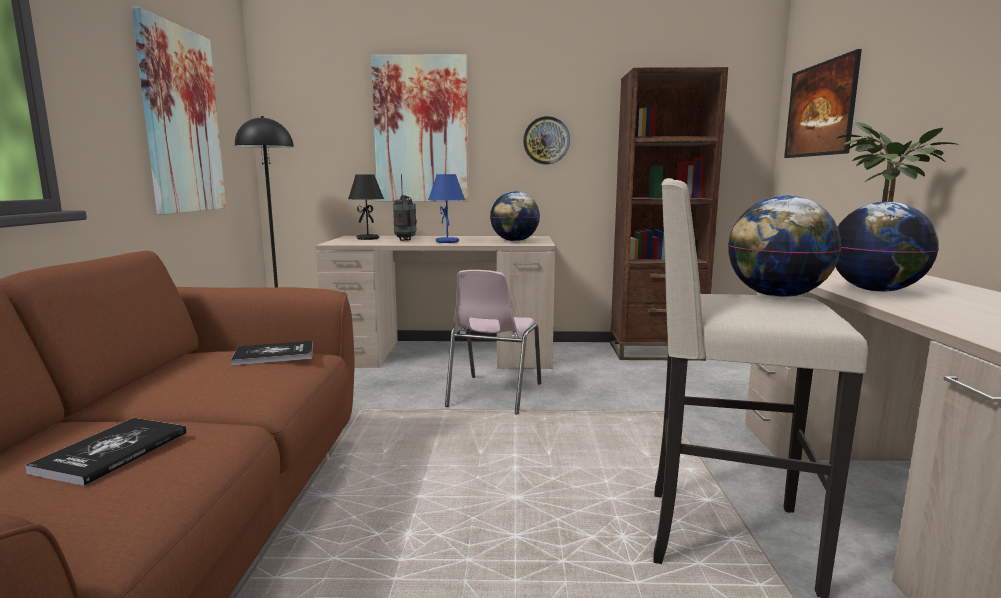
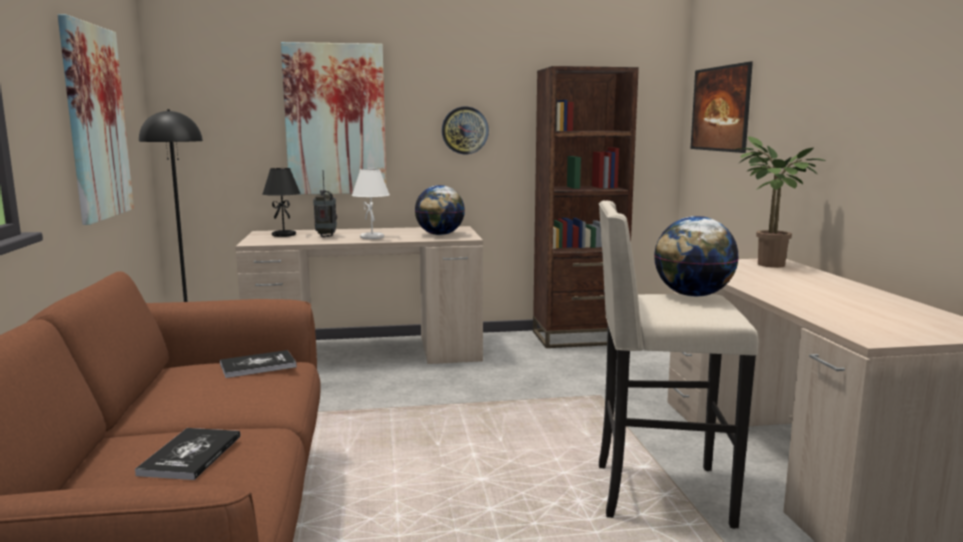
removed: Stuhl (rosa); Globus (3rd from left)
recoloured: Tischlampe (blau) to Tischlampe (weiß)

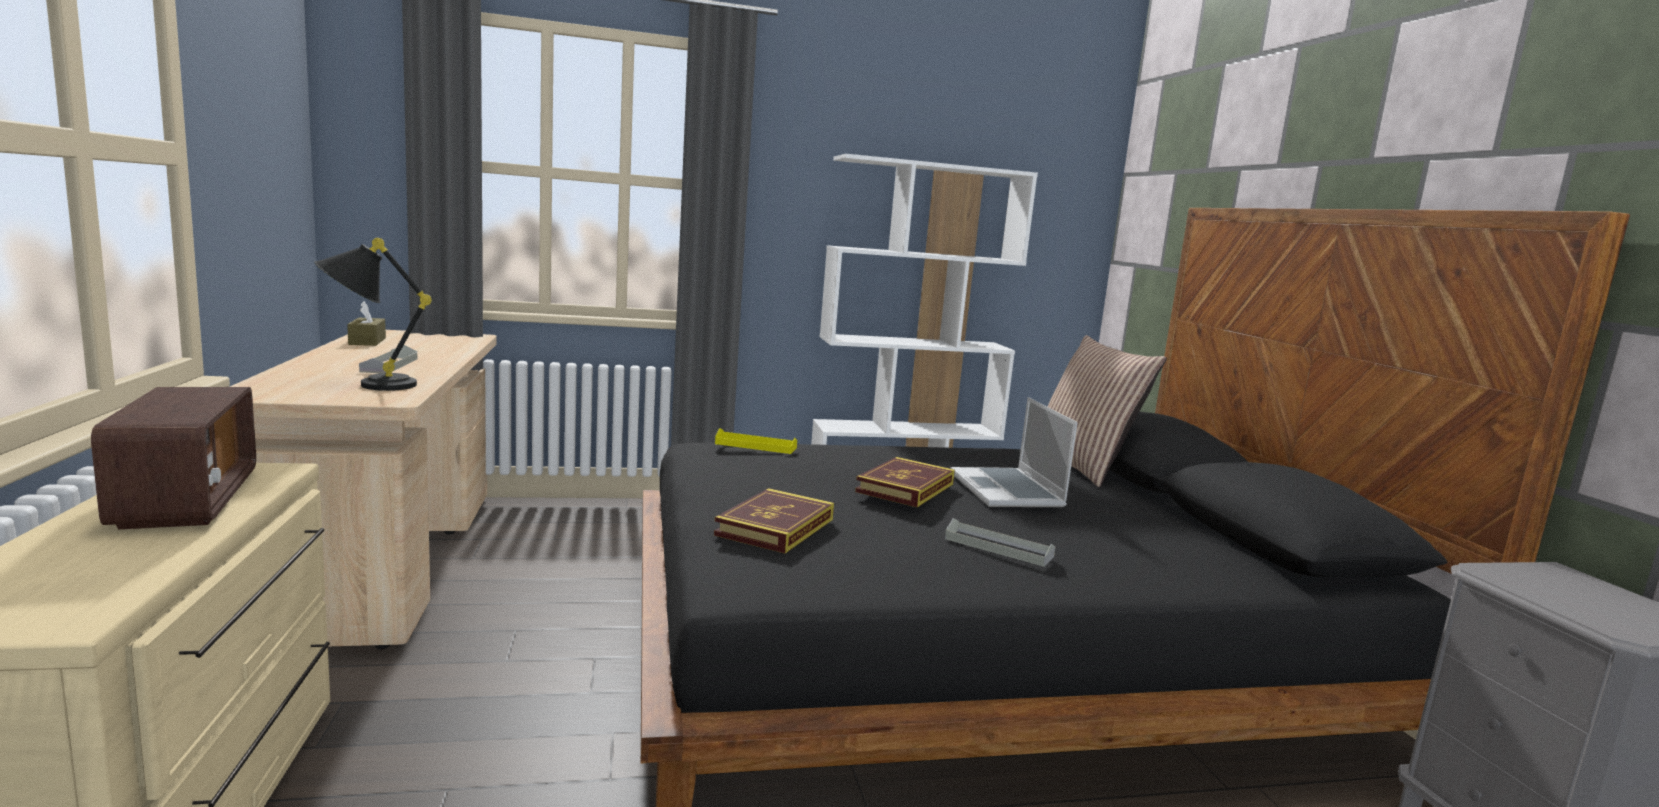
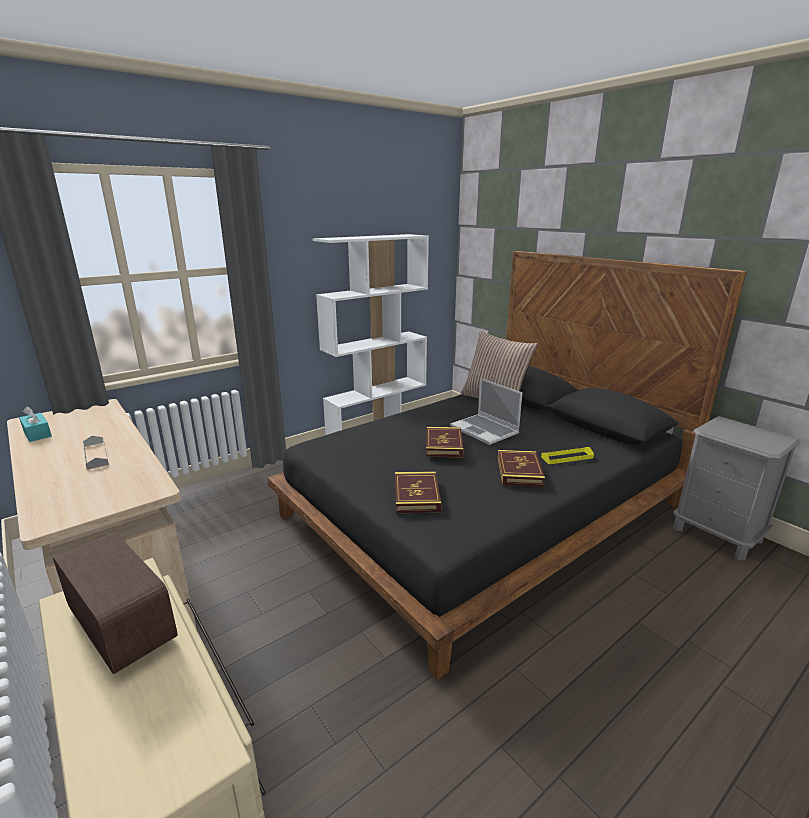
removed: Tischlampe (schwarz)
moved: Tablett (gelb)
replaced: Tablett (grau) (2nd from left) to Buch (3rd from left)
recoloured: Taschentuchbox (braun) to Taschentuchbox (türkis)

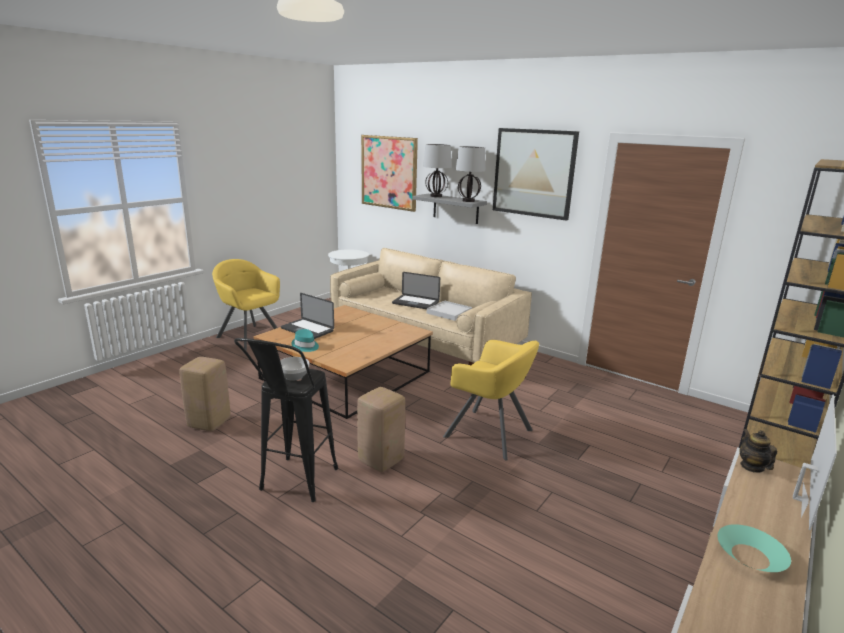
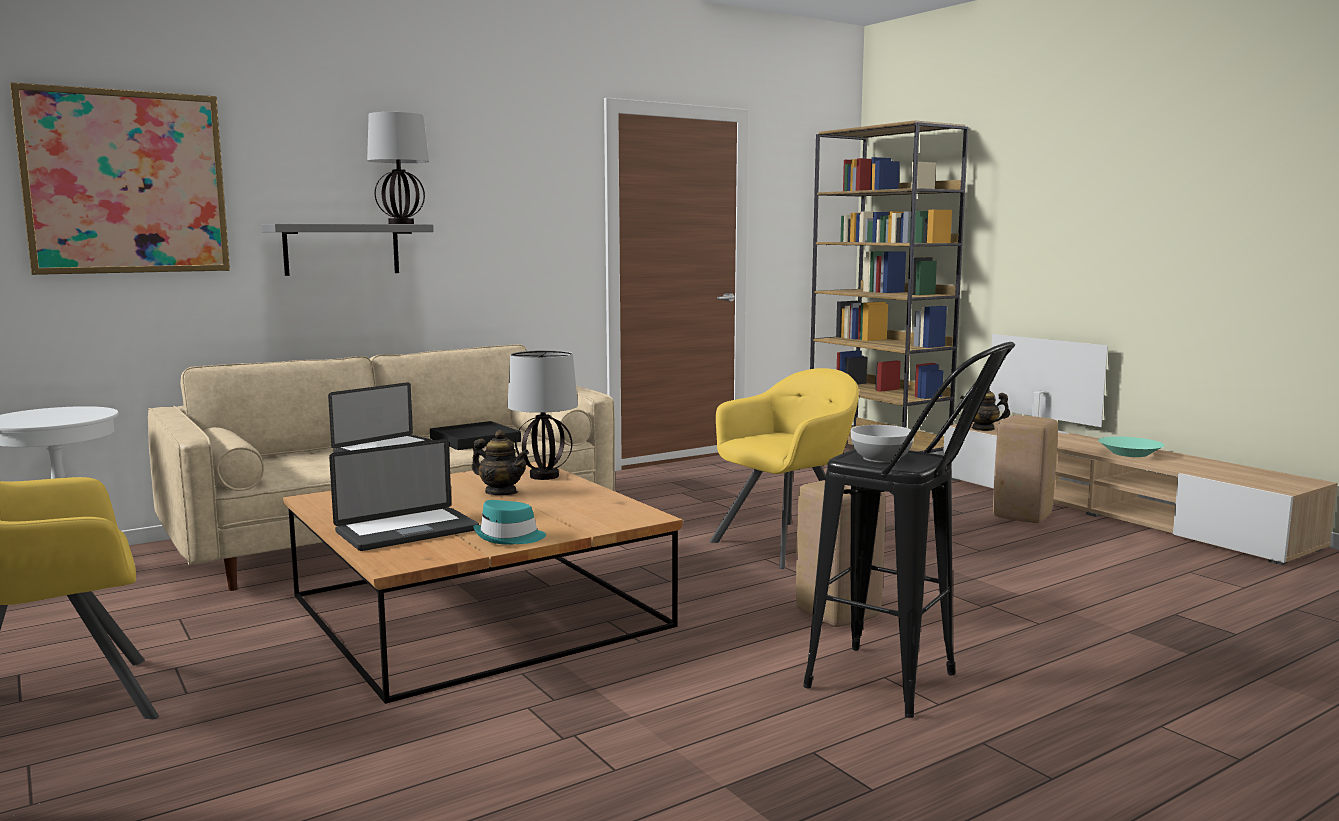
removed: Bild (2nd from left)
added: Teekanne (1st from left)
moved: Hocker (beige) (1st from left in the first image) to Hocker (beige) (2nd from left); Tischlampe (1st from left in the first image) to Tischlampe (2nd from left)
recoloured: Tablett (weiß) to Tablett (schwarz)

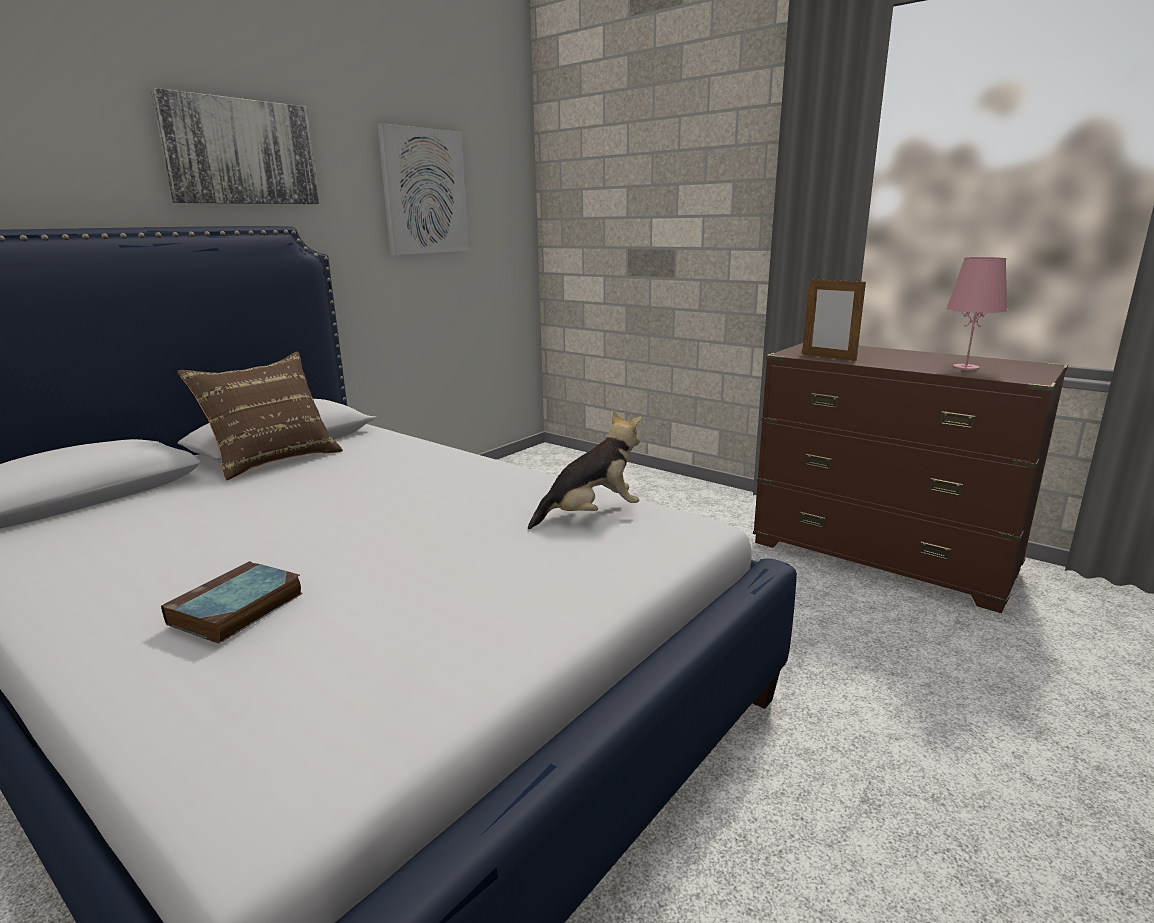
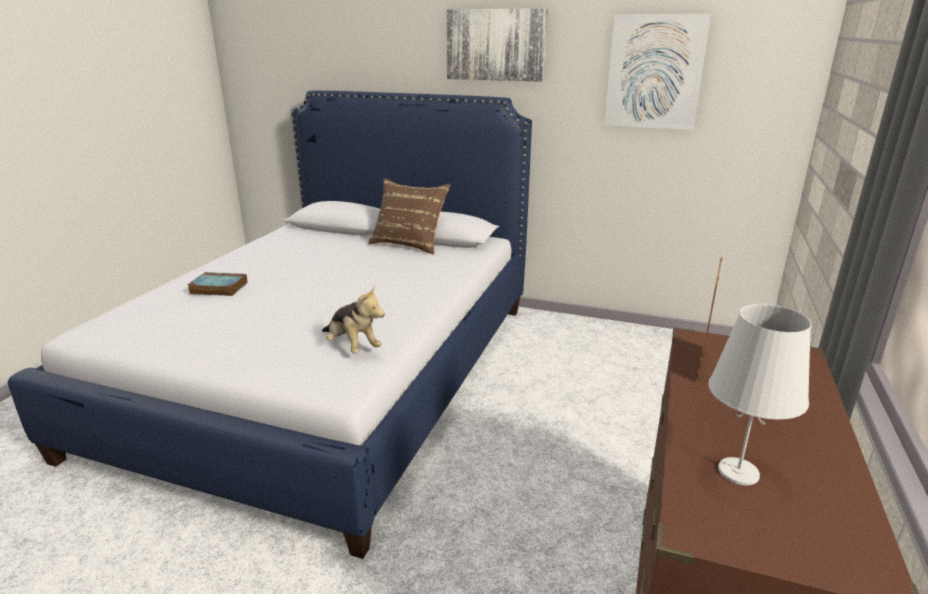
recoloured: Tischlampe (rosa) to Tischlampe (weiß)

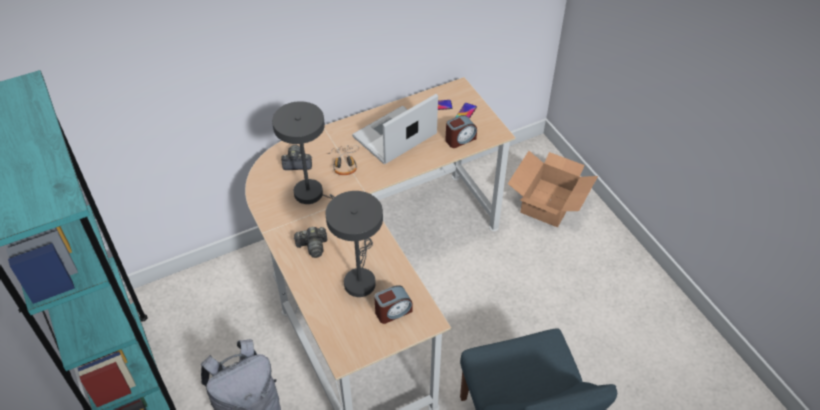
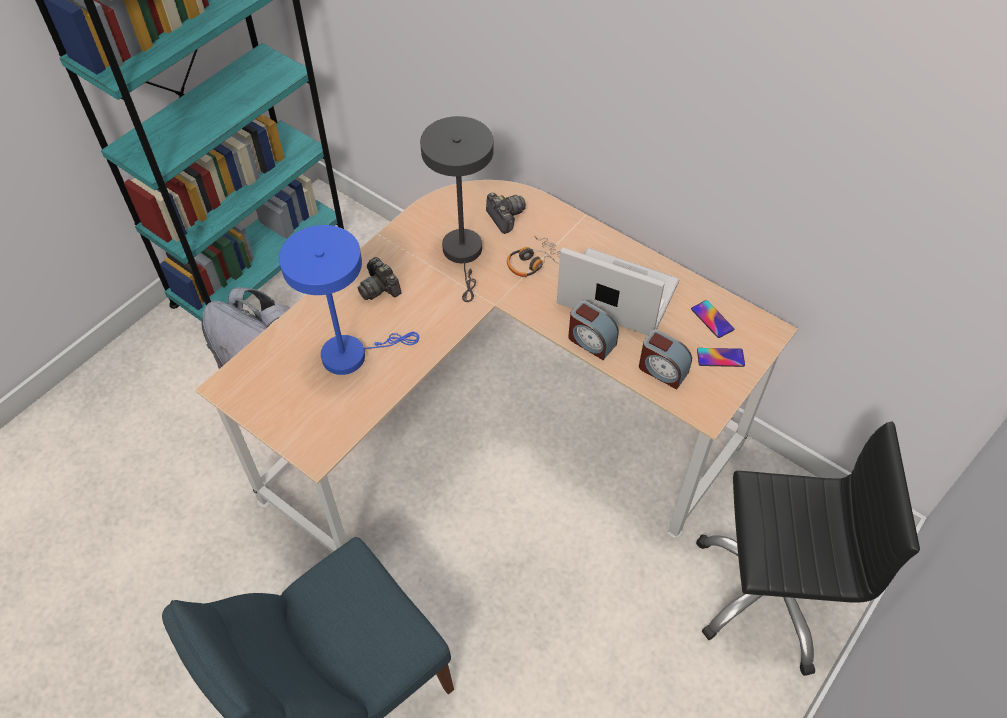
moved: Wecker (1st from left)
replaced: Karton to Bürostuhl (schwarz)
recoloured: Tischlampe (grau) (2nd from left) to Tischlampe (blau)

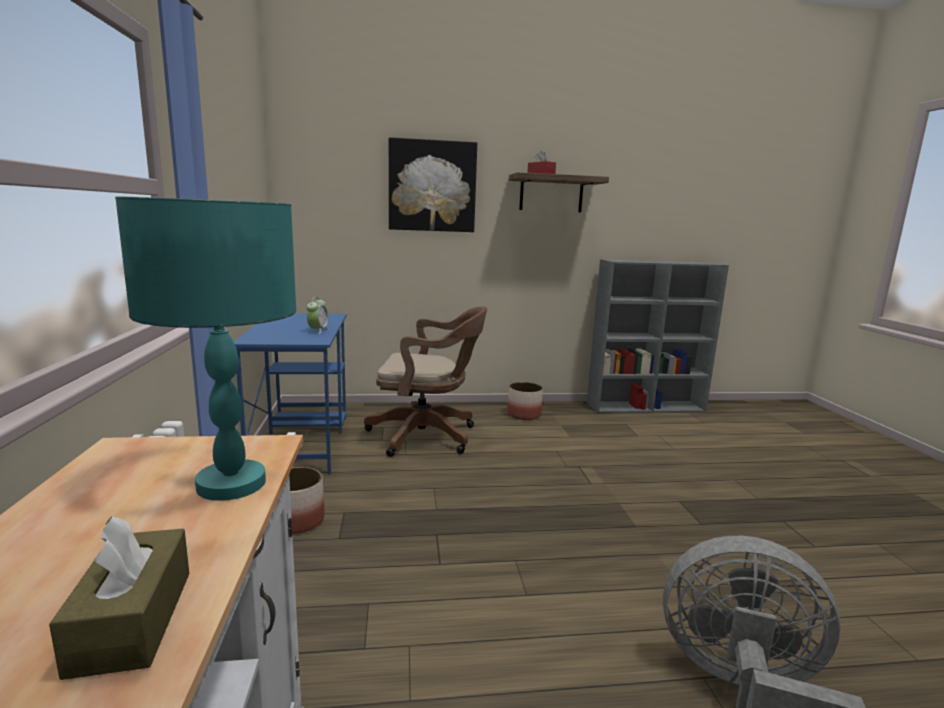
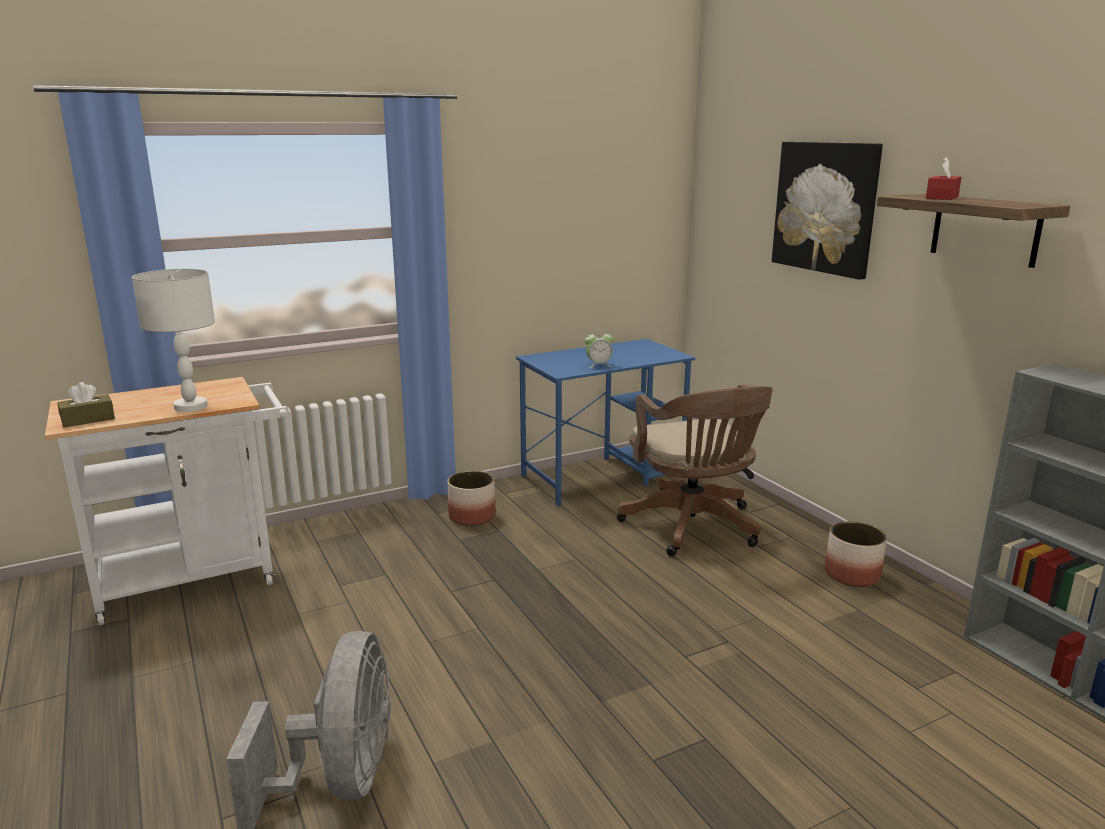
recoloured: Tischlampe (türkis) to Tischlampe (weiß)

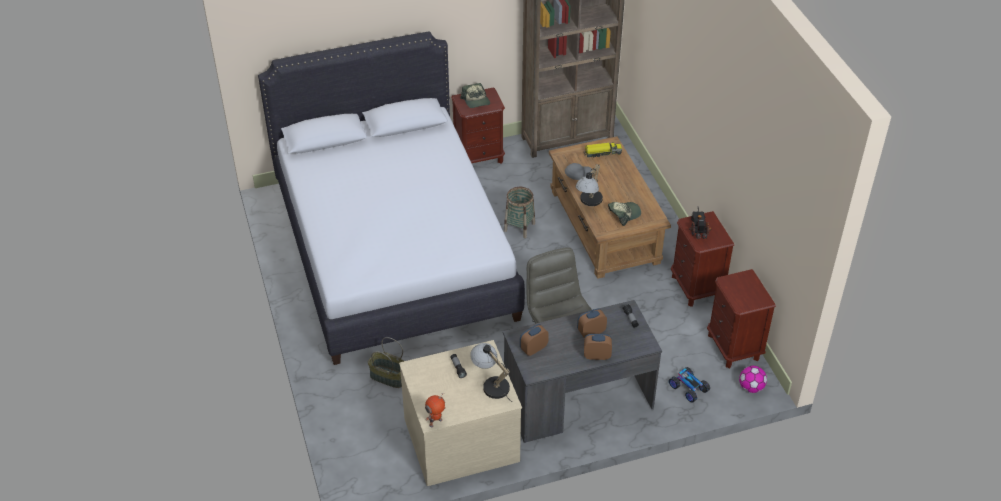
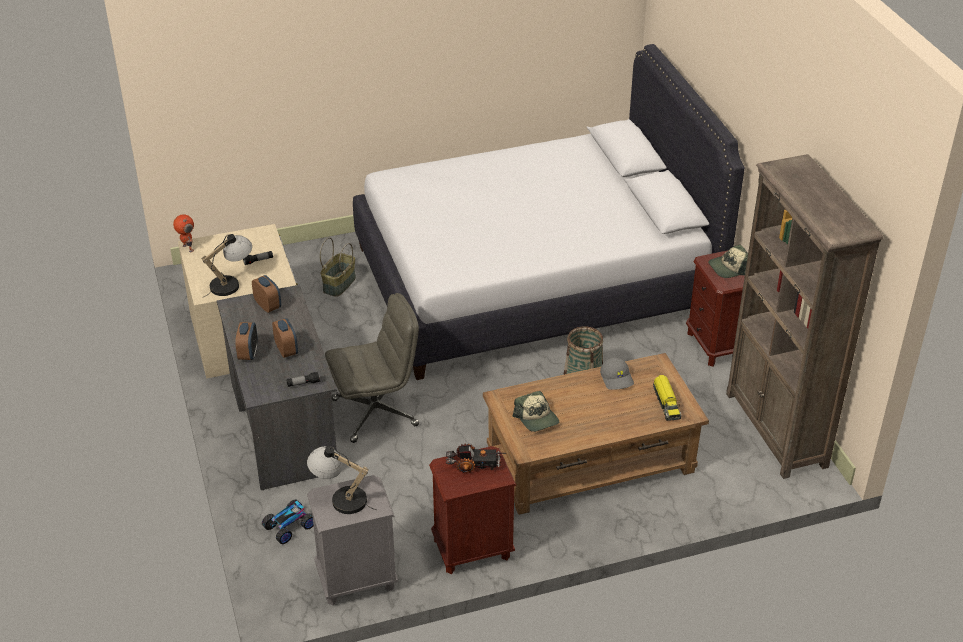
removed: Fußball
moved: Tischlampe (2nd from left)
recoloured: Nachttisch (braun) (3rd from left) to Nachttisch (grau)

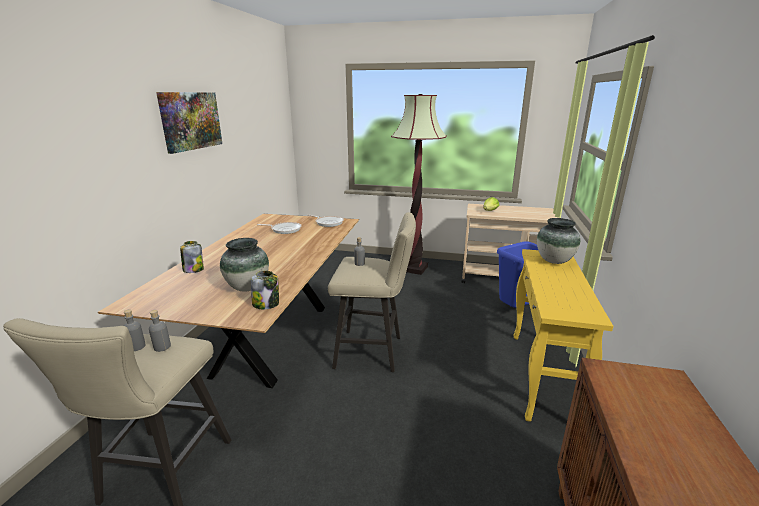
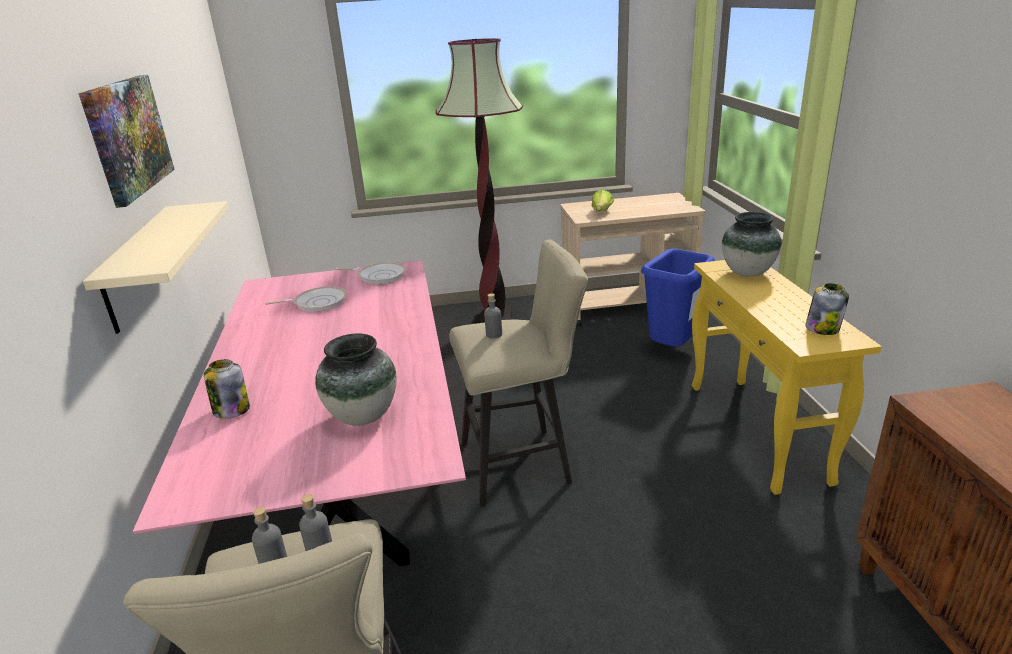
added: Wandregal (beige)
moved: Vorratsglas (2nd from left)
recoloured: Esstisch (braun) to Esstisch (rosa)

